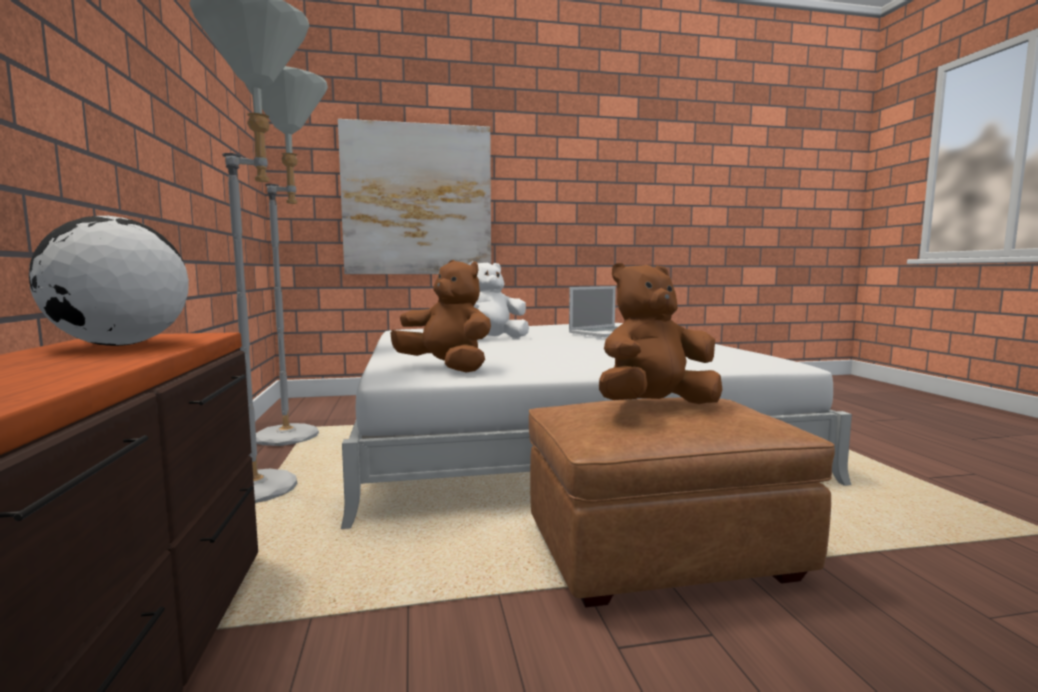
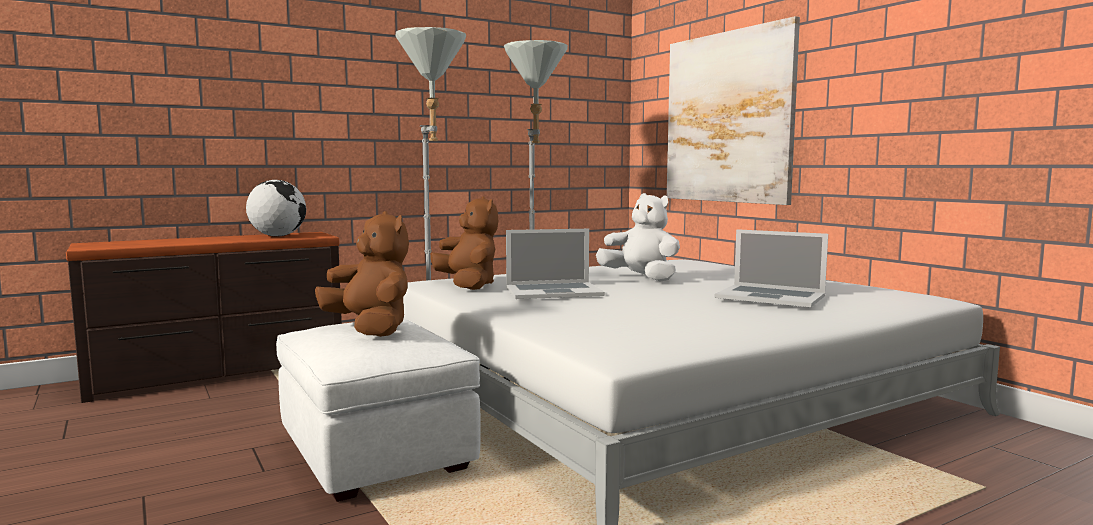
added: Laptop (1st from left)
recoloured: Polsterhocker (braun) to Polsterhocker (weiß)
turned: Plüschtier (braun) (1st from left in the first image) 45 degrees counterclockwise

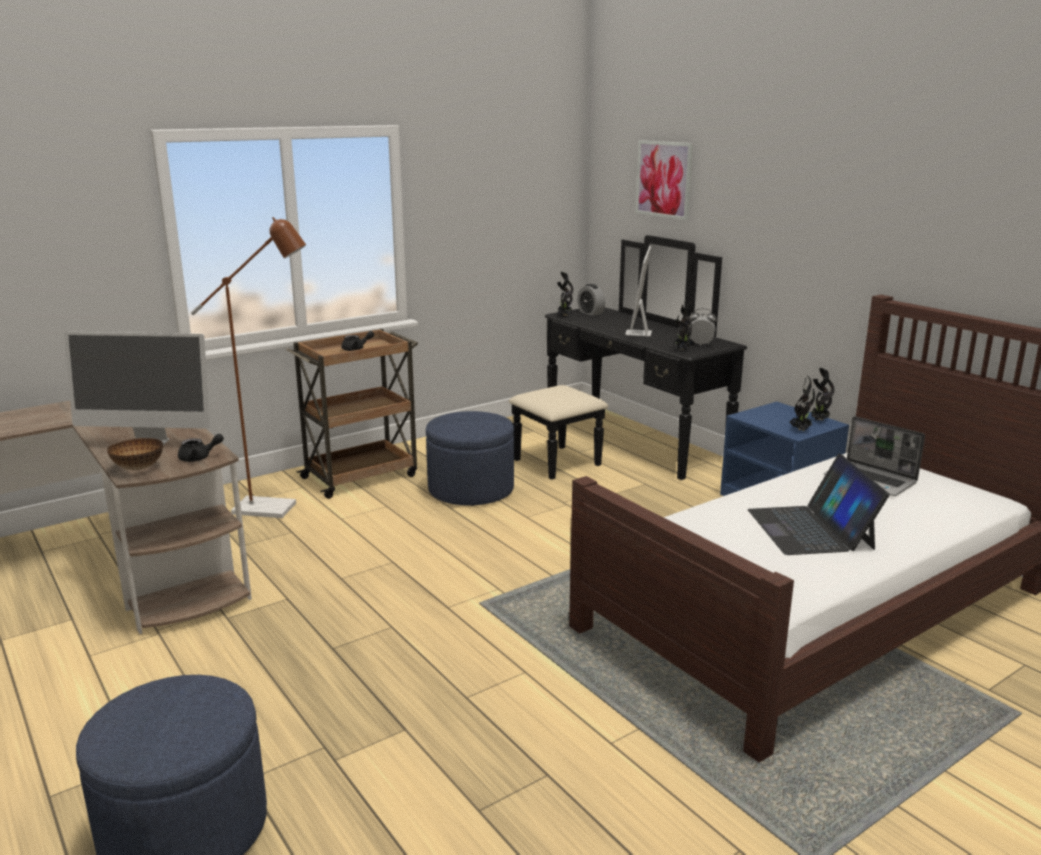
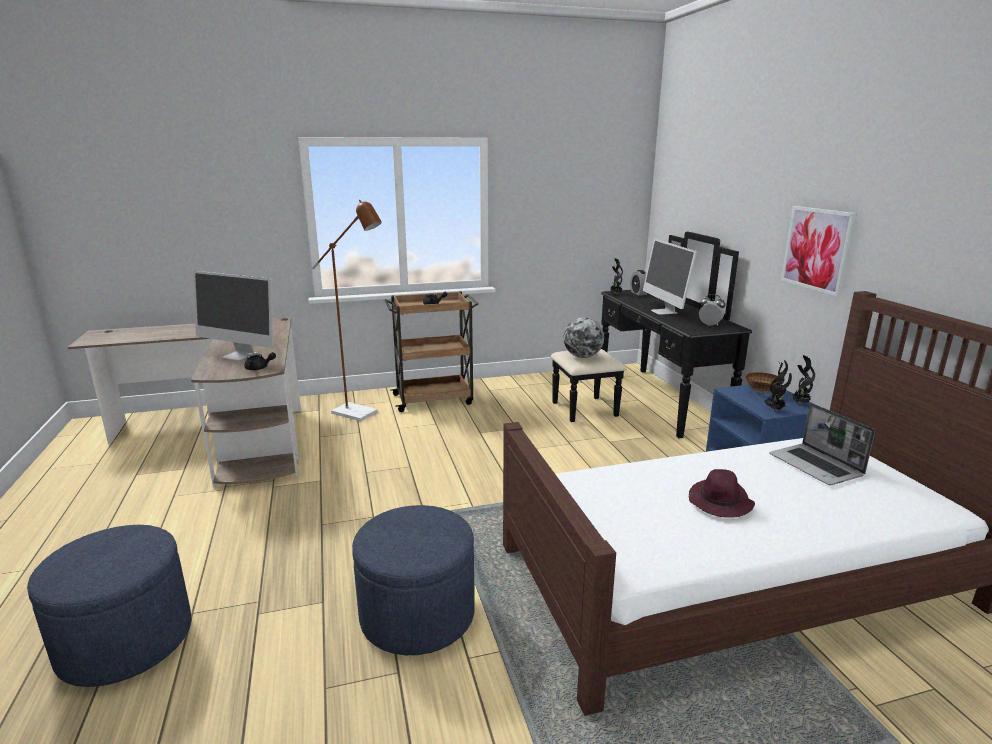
removed: Topfpflanze (2nd from left)
added: Globus
moved: Schüssel; Polsterhocker (blau) (2nd from left); Bild
replaced: Laptop (1st from left) to Hut (lila)
turned: Monitor (2nd from left) 45 degrees counterclockwise

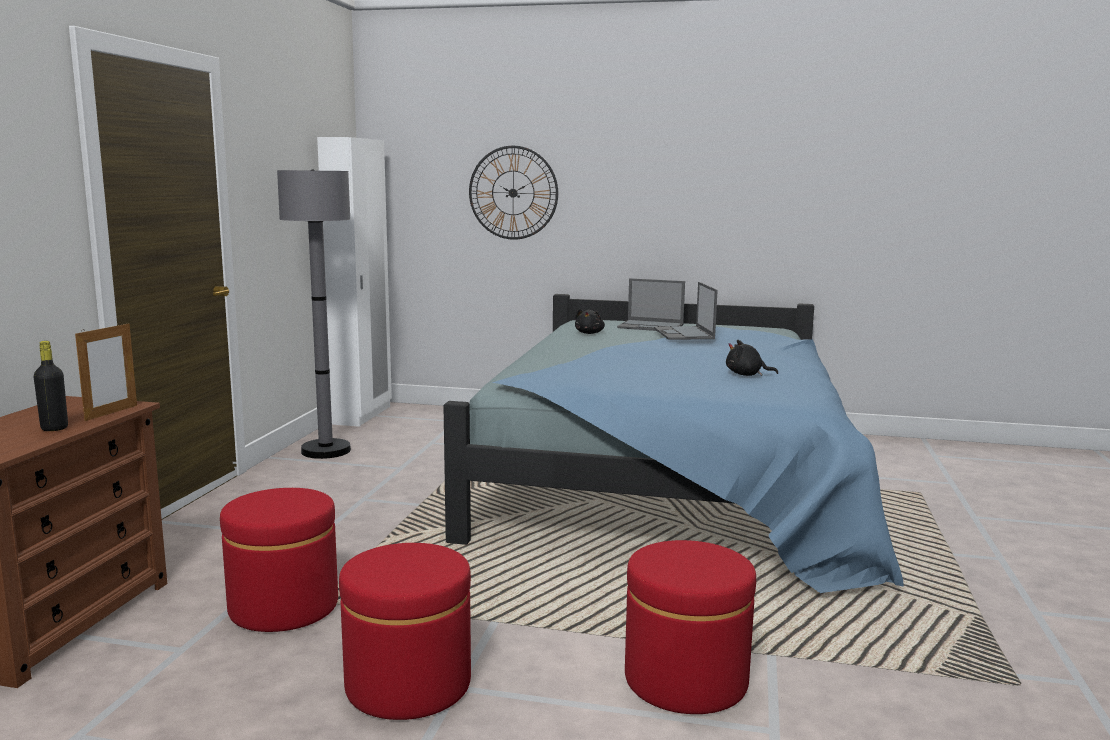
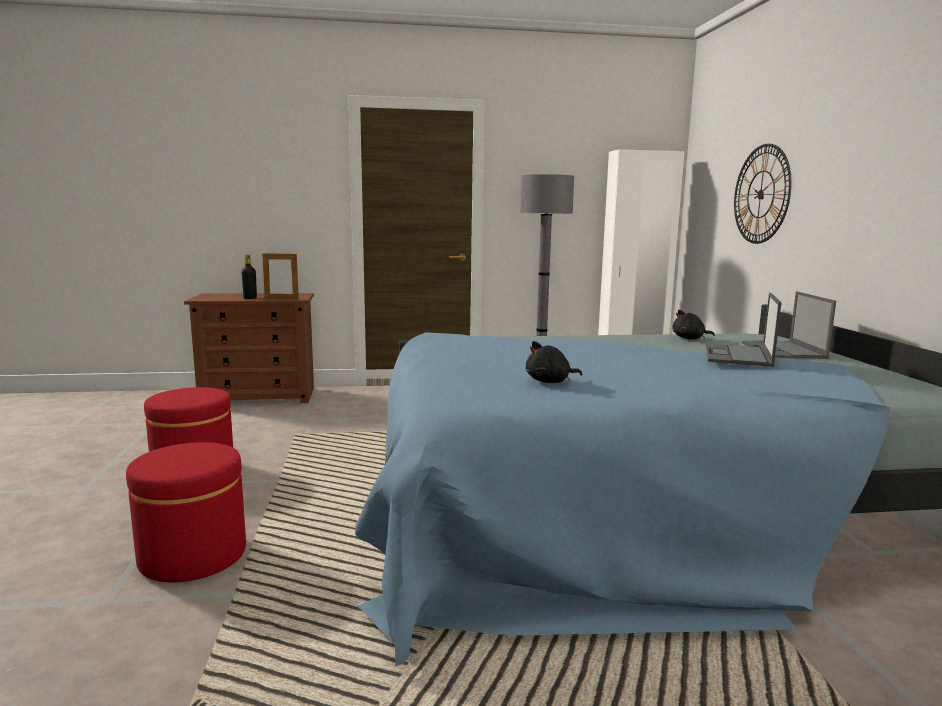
removed: Polsterhocker (rot) (1st from left)
turned: Laptop (2nd from left in the first image) 45 degrees counterclockwise; Plüschtier (schwarz) (2nd from left in the first image) 105 degrees counterclockwise

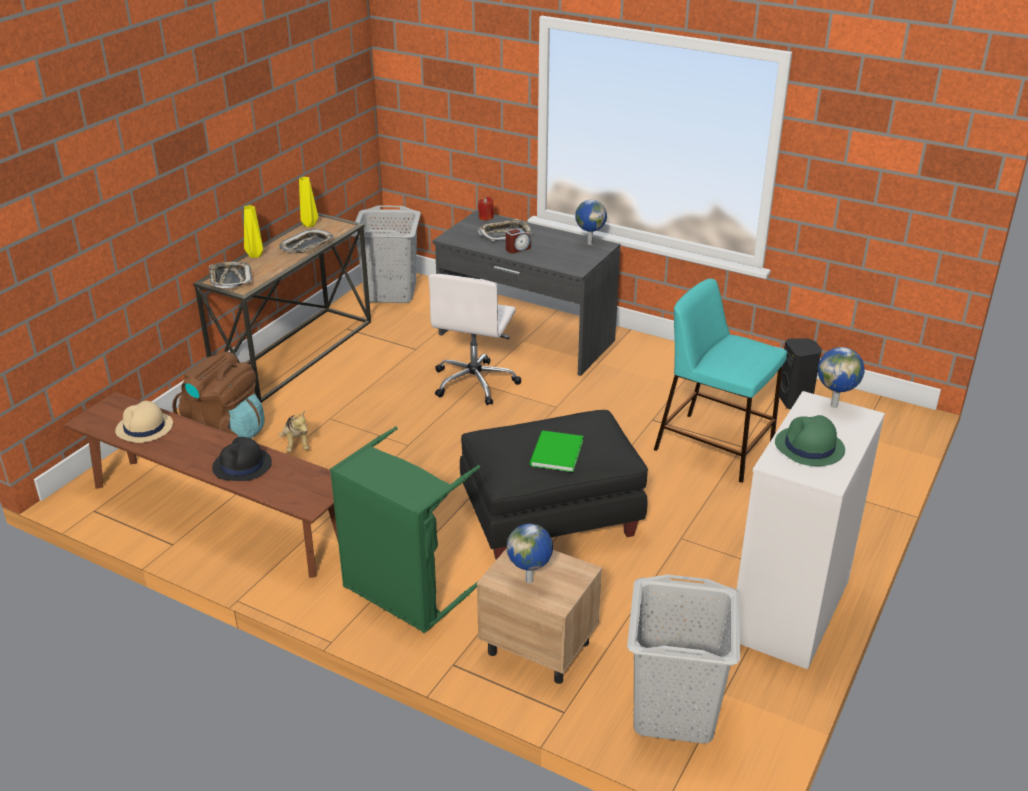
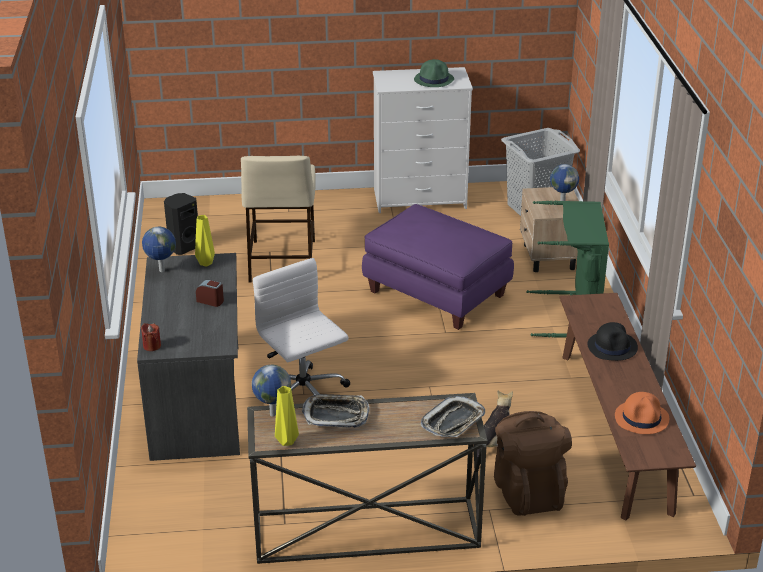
removed: Wäschekorb (grau) (1st from left); Tablett (3rd from left); Buch (grün)
moved: Vase (gelb) (1st from left); Globus (3rd from left in the first image) to Globus (2nd from left)
recoloured: Hut (beige) to Hut (orange); Polsterhocker (schwarz) to Polsterhocker (lila); Hocker (türkis) to Hocker (beige)
turned: Bürostuhl (weiß) 105 degrees counterclockwise

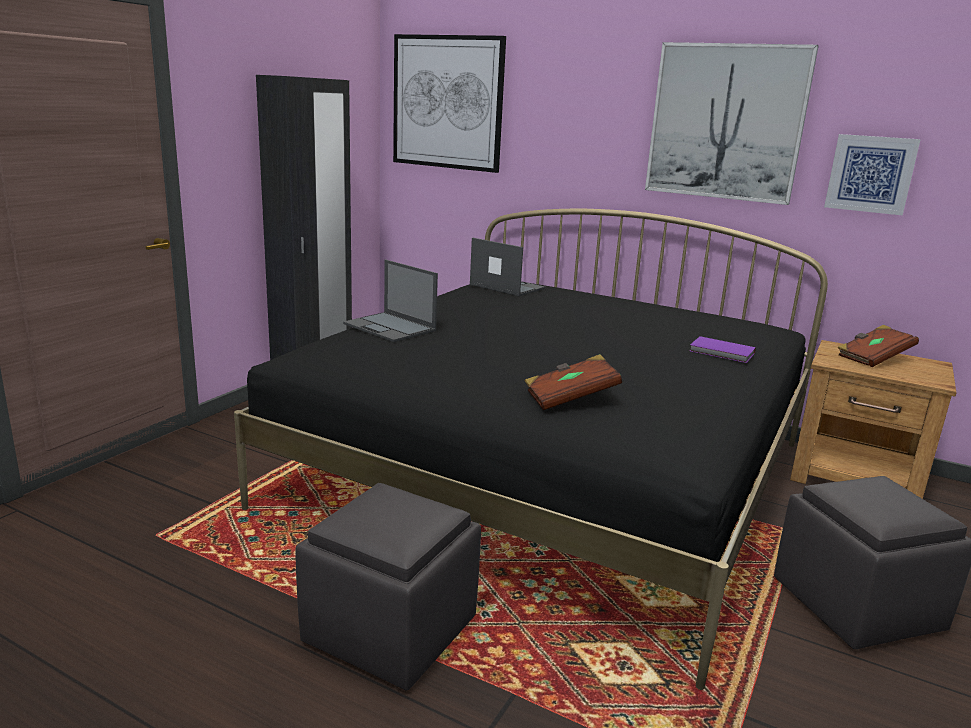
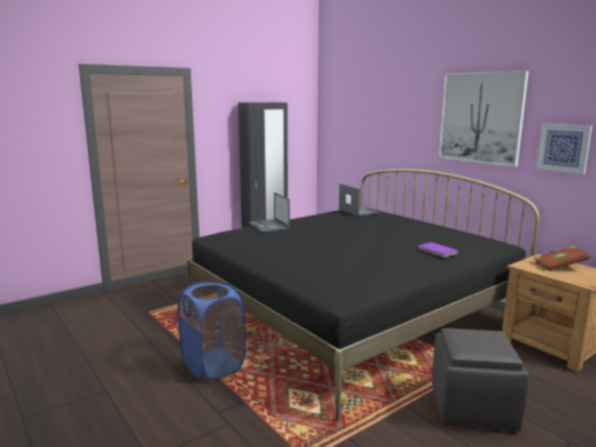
removed: Bild (1st from left); Buch (braun) (1st from left)
replaced: Polsterhocker (grau) (1st from left) to Wäschekorb (blau)

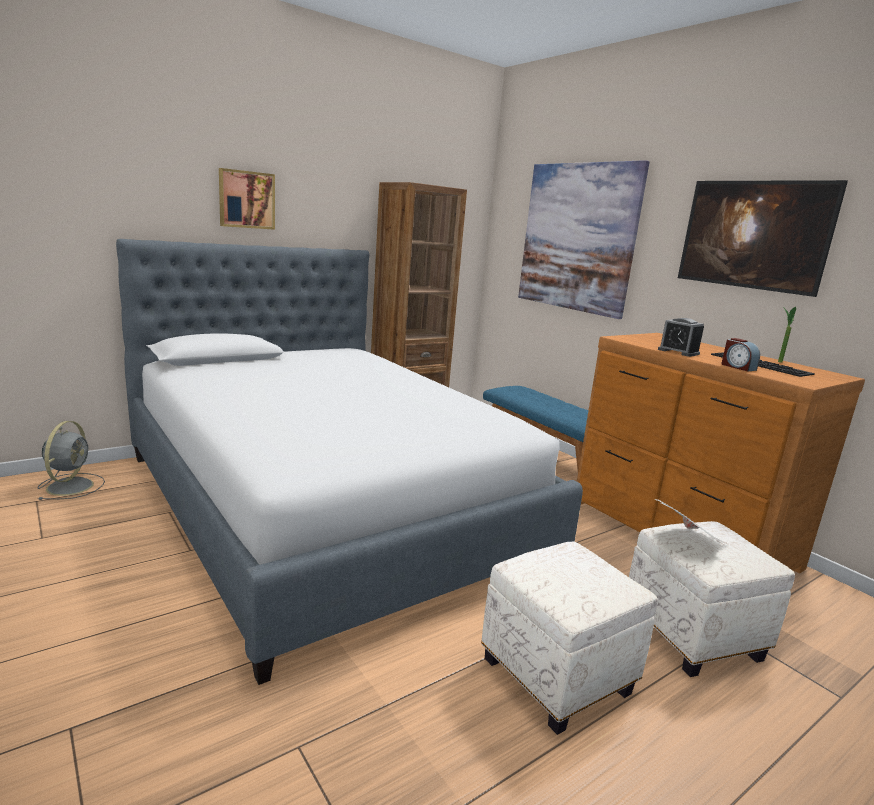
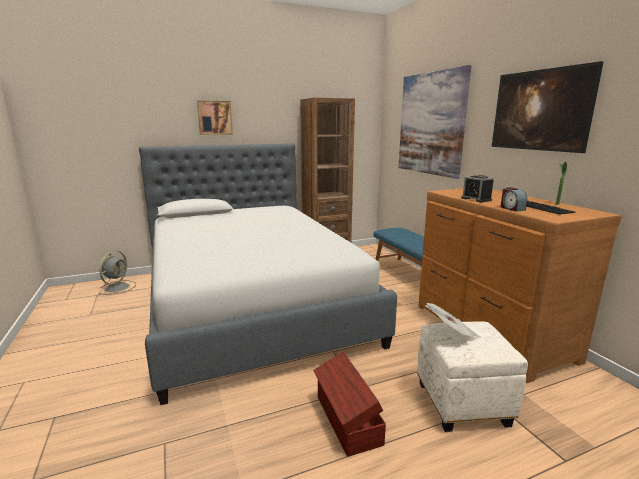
replaced: Polsterhocker (weiß) (1st from left) to Aufbewahrungsbox (braun)

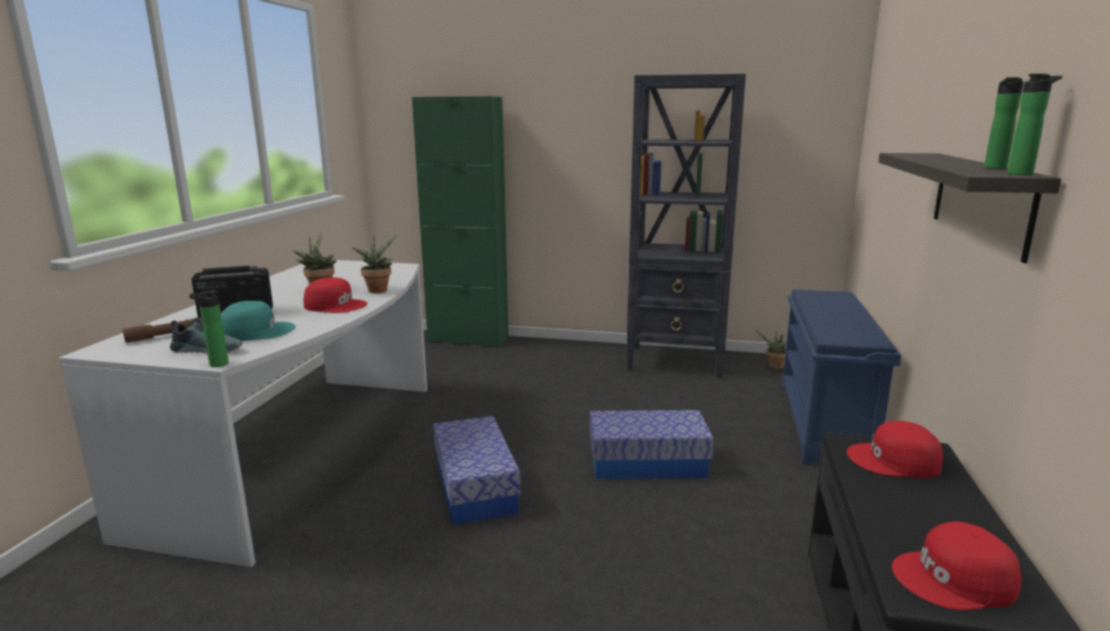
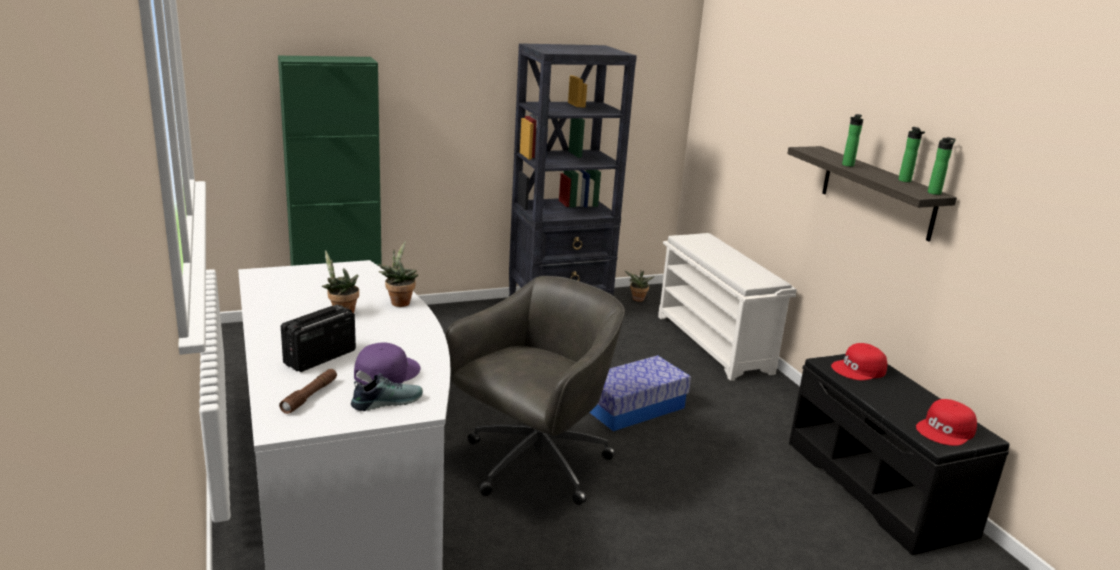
removed: Kappe (rot) (1st from left)
moved: Flasche (1st from left)
replaced: Aufbewahrungsbox (1st from left) to Bürostuhl (grau)
recoloured: Kappe (türkis) to Kappe (lila); Schuhregal (blau) to Schuhregal (weiß)

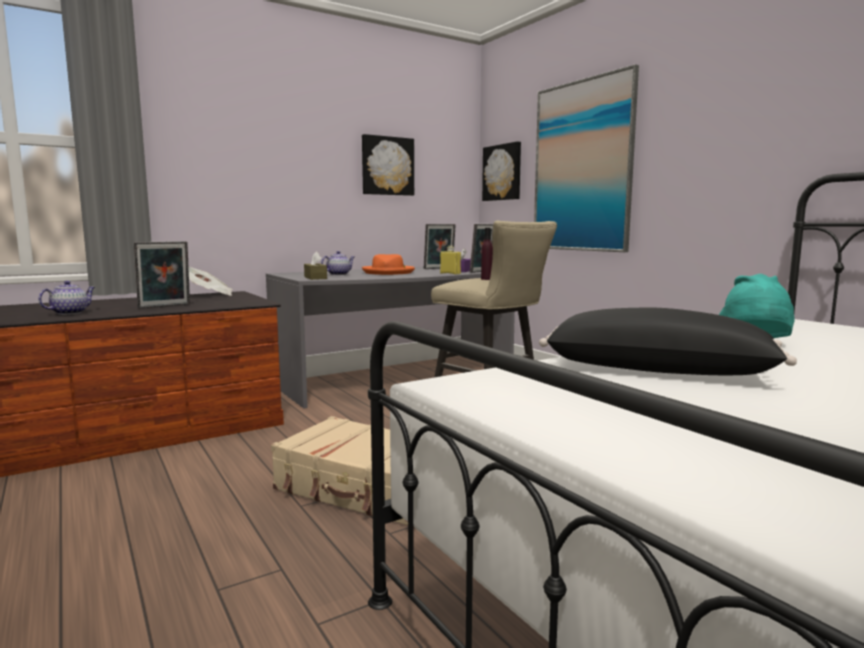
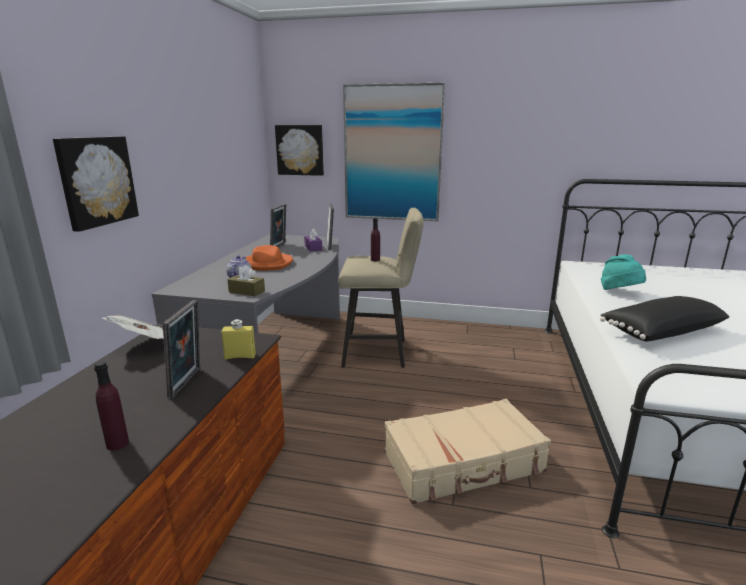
moved: Bild (1st from left); Flasche (gelb)
replaced: Teekanne (1st from left) to Flasche (lila) (1st from left)

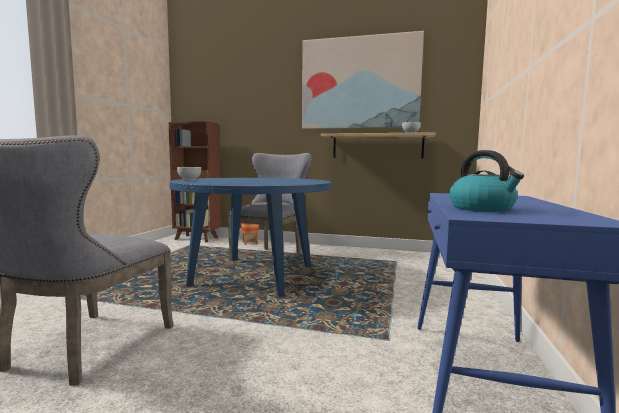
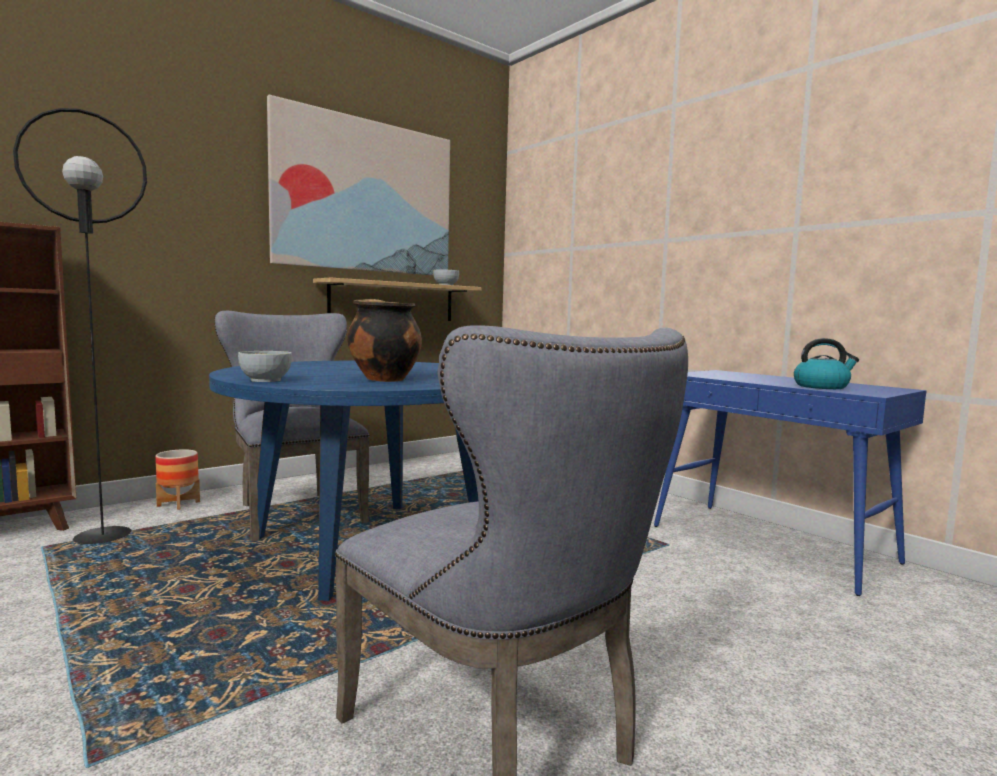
added: Stehlampe (schwarz); Kochtopf

